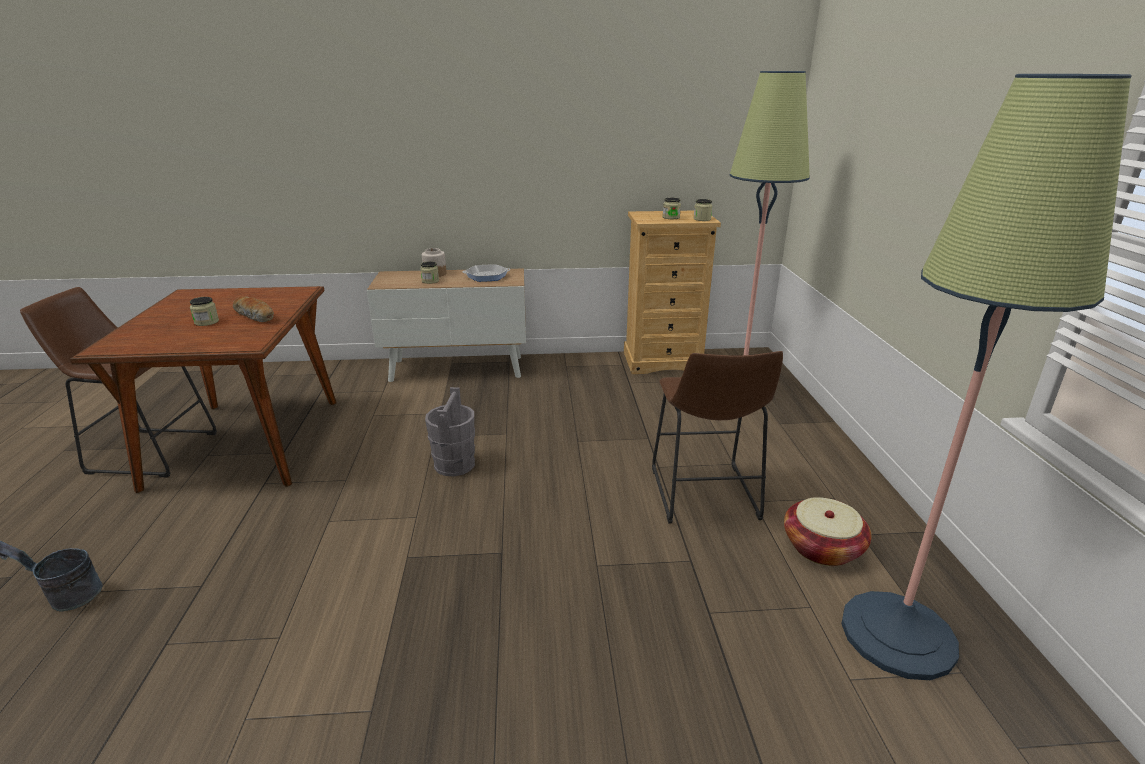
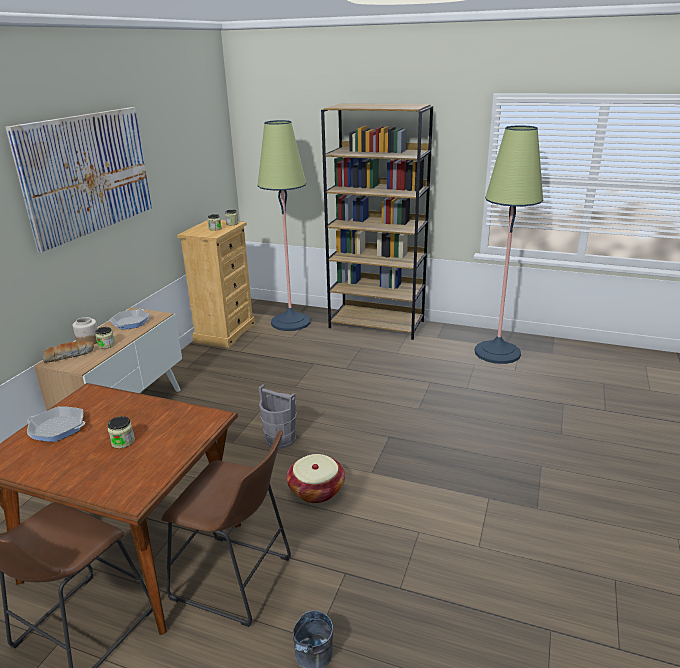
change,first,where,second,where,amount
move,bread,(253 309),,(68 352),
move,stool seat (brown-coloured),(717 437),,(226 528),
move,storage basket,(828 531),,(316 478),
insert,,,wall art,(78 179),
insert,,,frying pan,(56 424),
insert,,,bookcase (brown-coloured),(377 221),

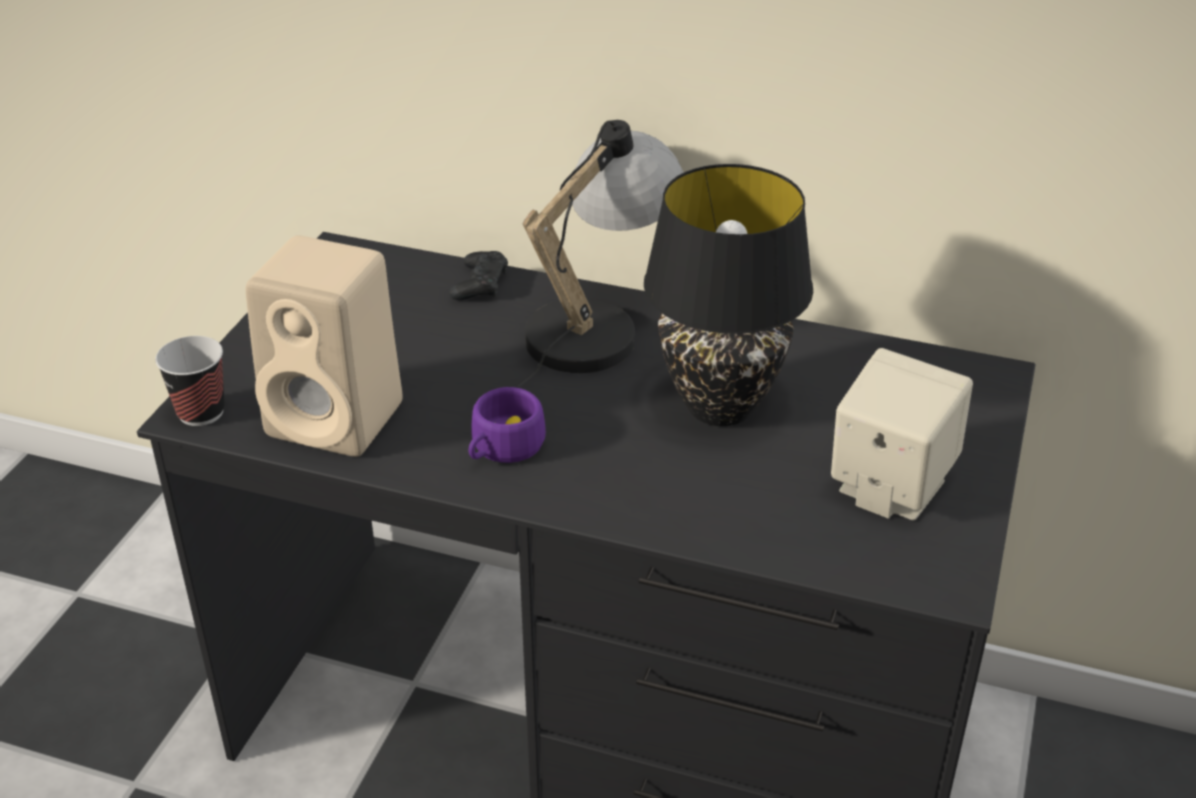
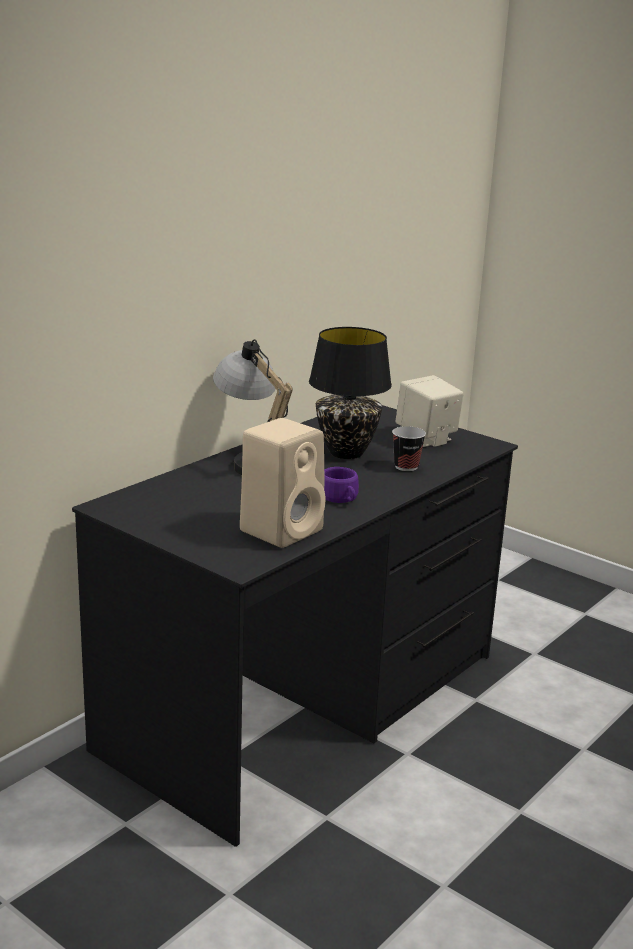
change,first,where,second,where,amount
move,small cup,(190 381),,(409 448),
delete,joypad (blackish),(478 275),,,

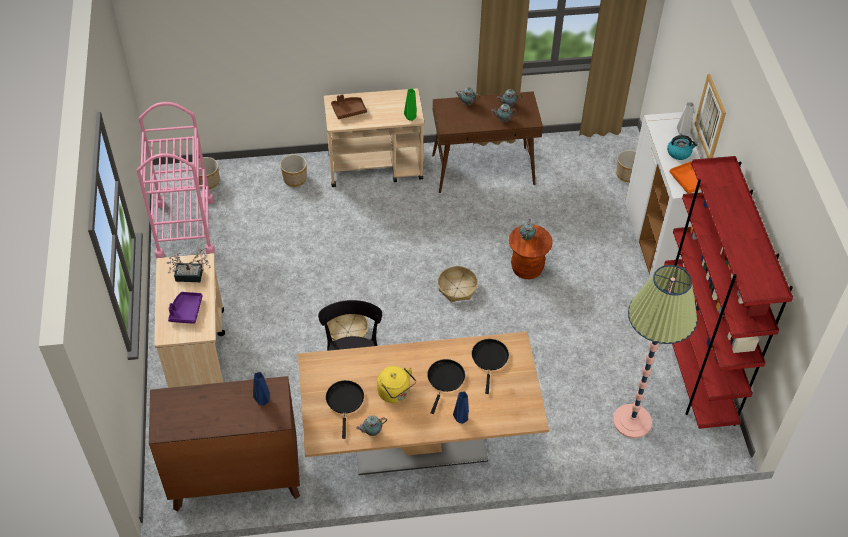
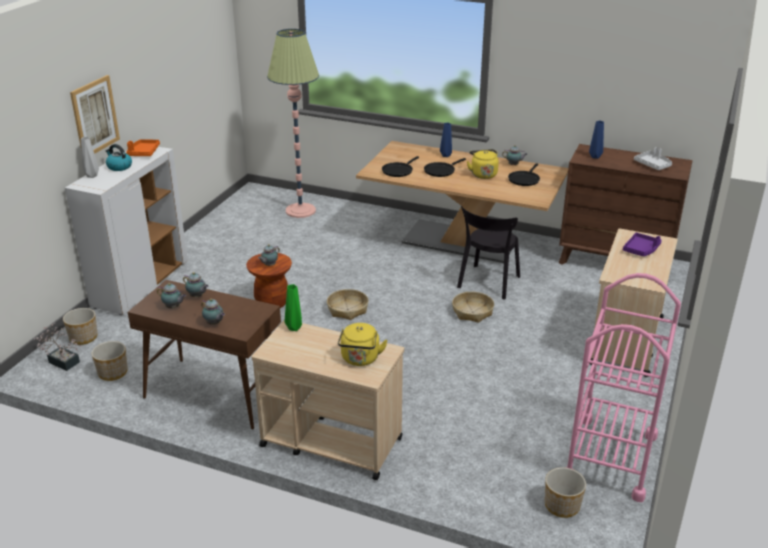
change,first,where,second,where,amount
move,potted plant,(188 264),,(58 347),
move,planter,(293 170),,(109 361),
replace,tray (brown-coloured),(349 106),water kettle (yellow-coloured),(363 344),
delete,bookcase (red-coloured),(728 292),,,
insert,,,tray (gray),(653 158),

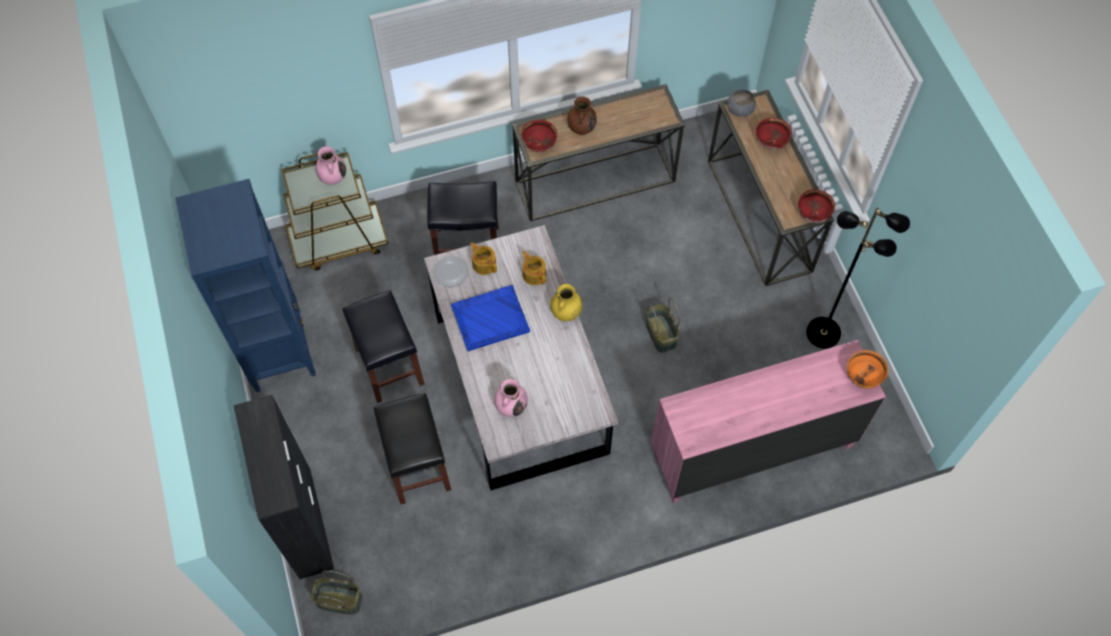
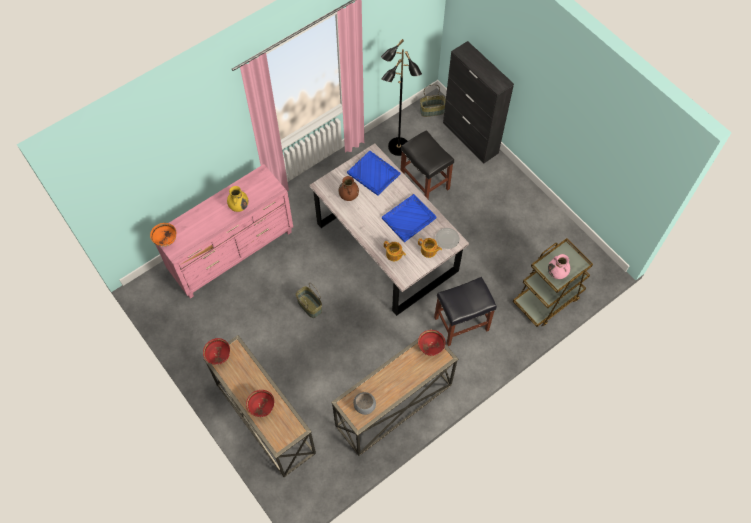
change,first,where,second,where,amount
delete,bookcase (blue),(245 285),,,
delete,stool seat (blackish),(384 346),,,
replace,decorative vase (pink-coloured),(511 398),tray (blue),(374 173),
move,decorative vase (yellow-coloured),(566 302),,(238 199),
move,decorative vase (brown-coloured),(582 115),,(348 188),
move,bowl (gray),(741 102),,(364 403),
move,floor lamp (blackish),(858 278),,(401 97),

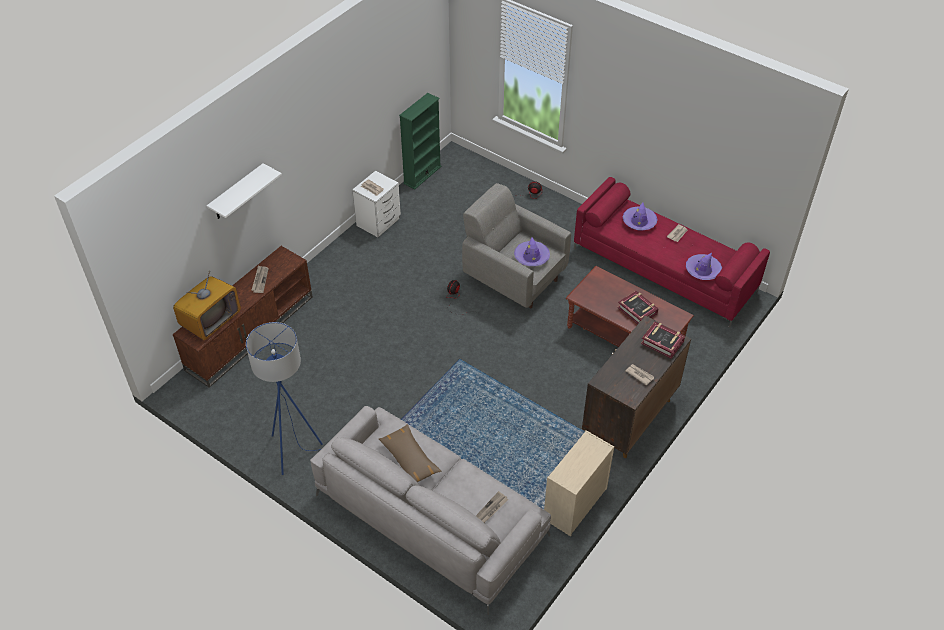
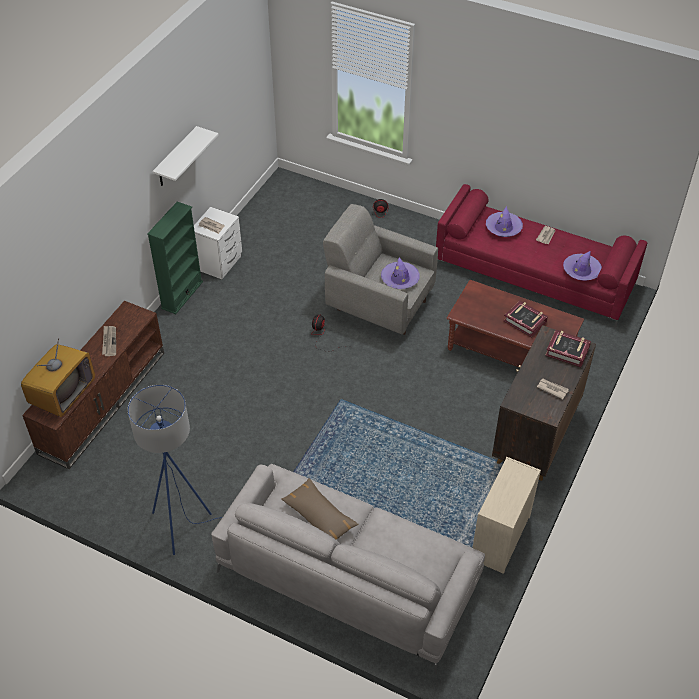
change,first,where,second,where,amount
move,shelf (white),(244 191),,(186 156),
move,bookcase (greenish),(420 141),,(175 257),
delete,printed paper,(492 507),,,

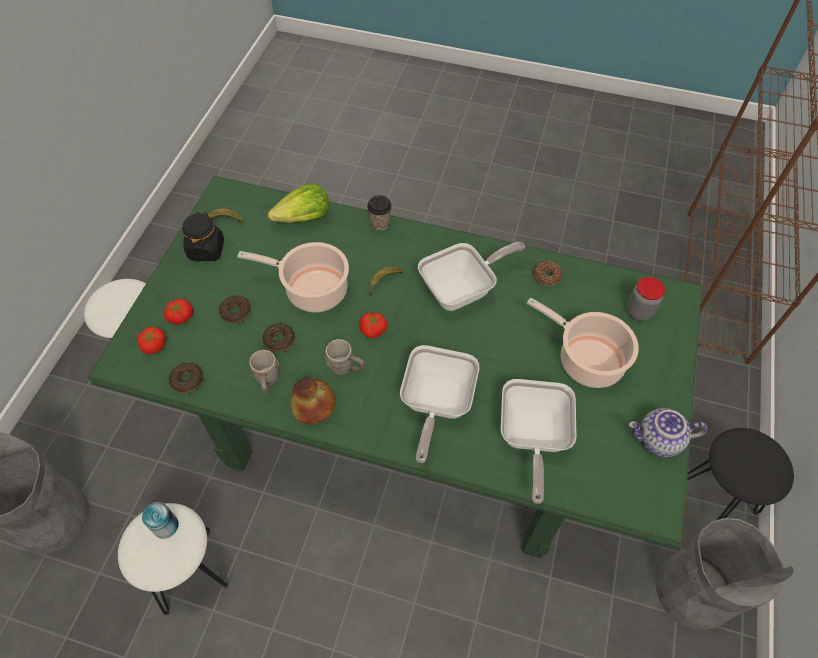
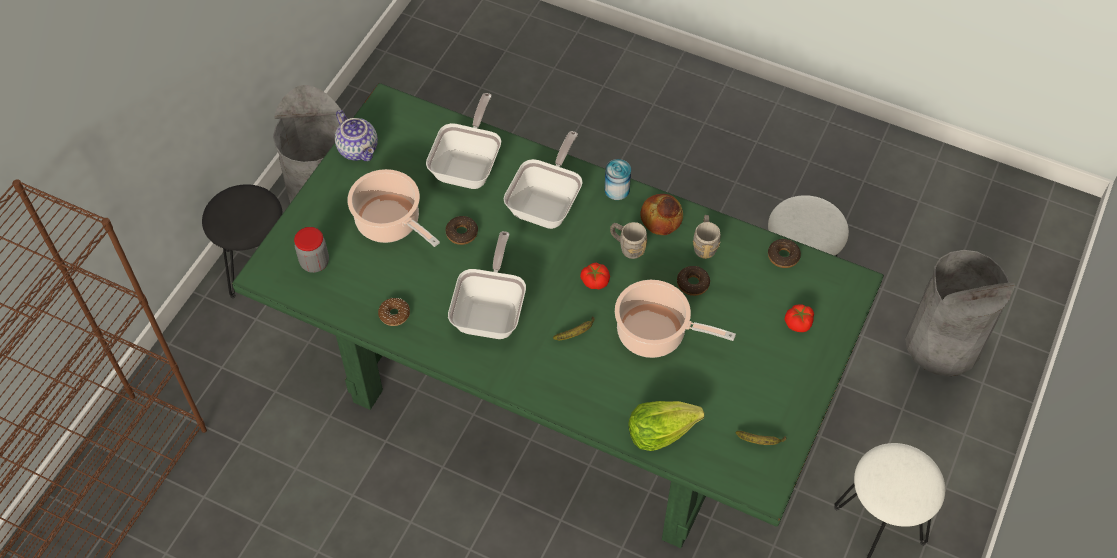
change,first,where,second,where,amount
delete,tomato,(151 341),,,
move,sealed can,(160 520),,(617 179),
delete,jar (blackish),(203 236),,,
move,donut,(235 309),,(461 230),
delete,small cup,(379 212),,,
rotate,frying pan,(471 276),,(487 285),120 degrees clockwise
rotate,tea pot,(668 433),,(356 135),45 degrees clockwise

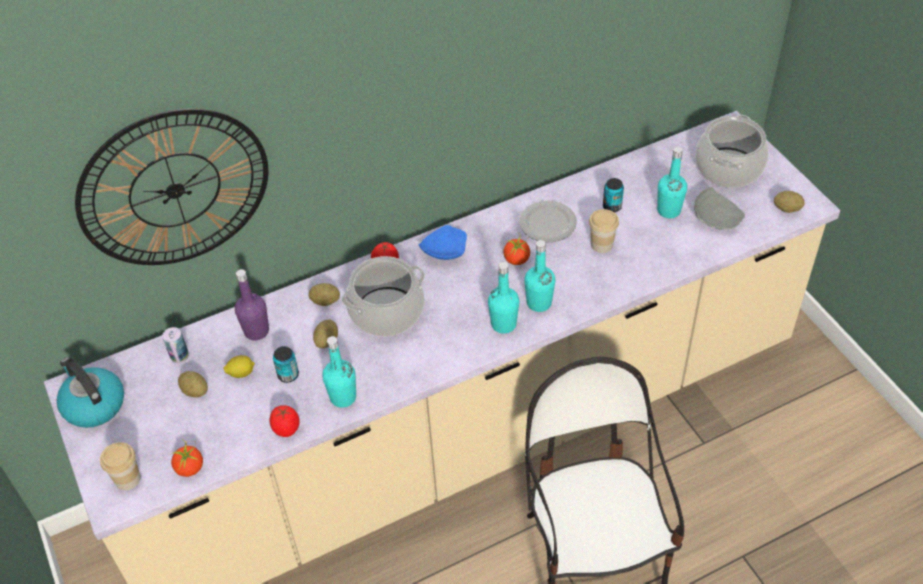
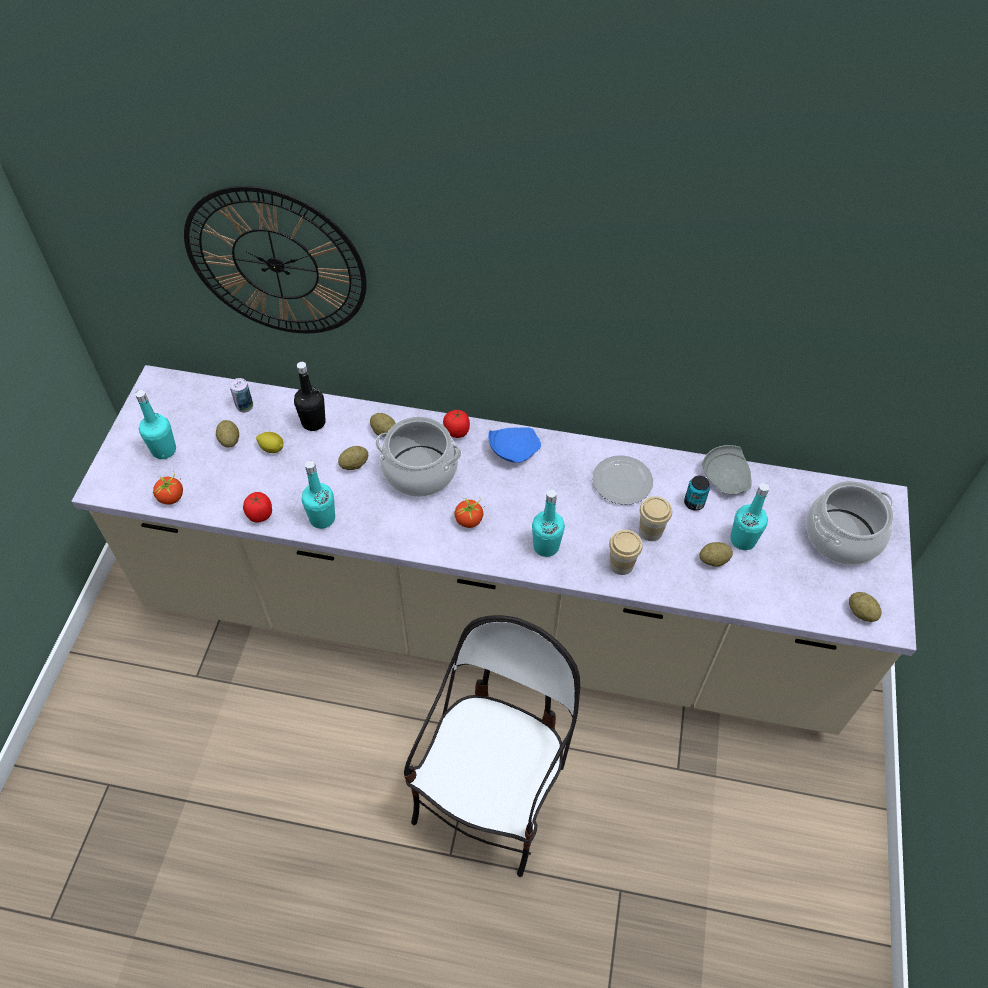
change,first,where,second,where,amount
delete,water kettle,(90 392),,,
move,small cup,(120 466),,(626 552),
recolor,drink bottle (purple),(252 304),drink bottle (blackish),(310 396),
delete,sealed can,(286 364),,,
move,drink bottle (turquoise),(503 298),,(155 424),
move,tomato,(516 249),,(469 513),
move,plate (gray),(719 208),,(727 469),
insert,,,whole potato,(716 554),

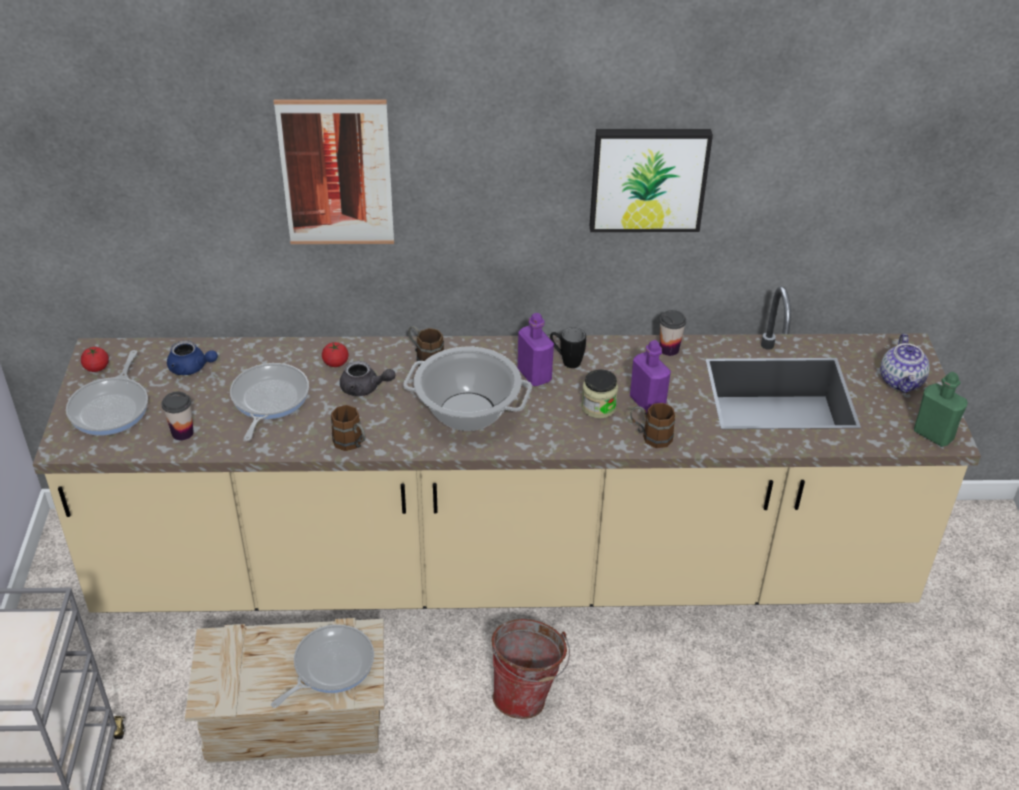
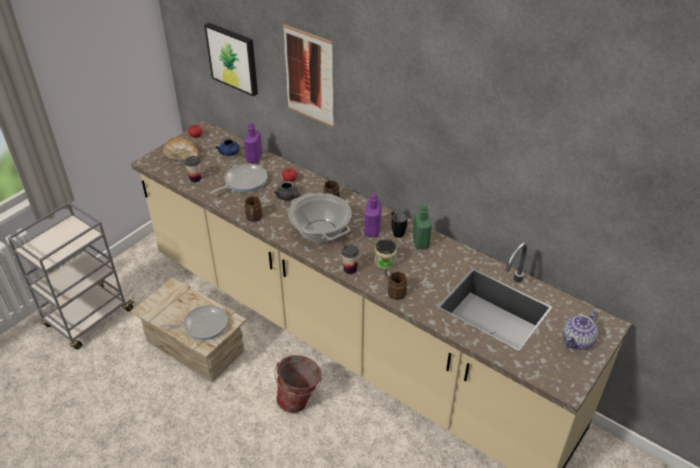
change,first,where,second,where,amount
replace,frying pan,(107 393),bread,(181 149),
move,wall art,(651 180),,(231 60),
move,drink bottle (purple),(650 376),,(253 142),
move,small cup,(673 333),,(350 259),
move,drink bottle (greenish),(941 409),,(422 227),

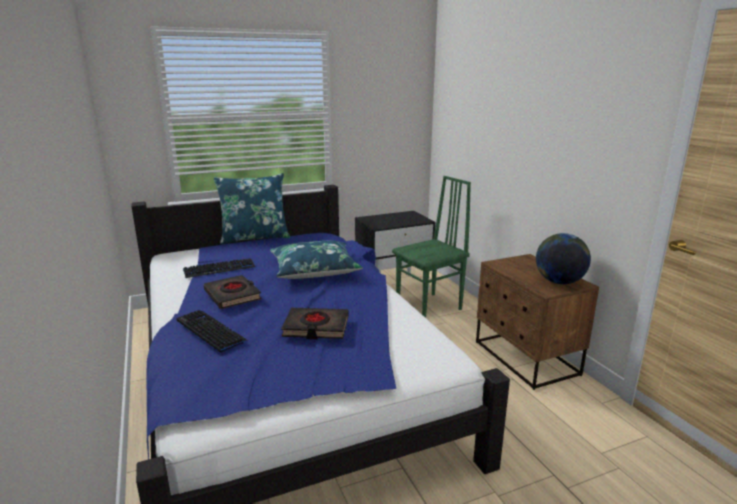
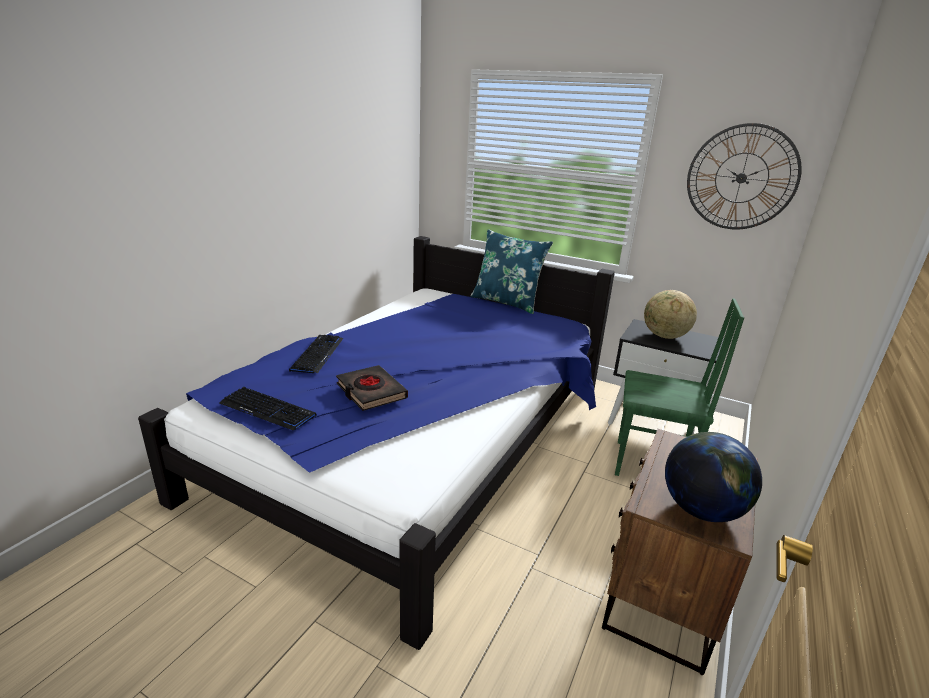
change,first,where,second,where,amount
move,computer keyboard,(219 268),,(268 408),
delete,book (blackish),(232 292),,,
delete,pillow (blue),(316 259),,,
insert,,,desk globe,(670 314),
insert,,,clock on the wall,(744 176),

